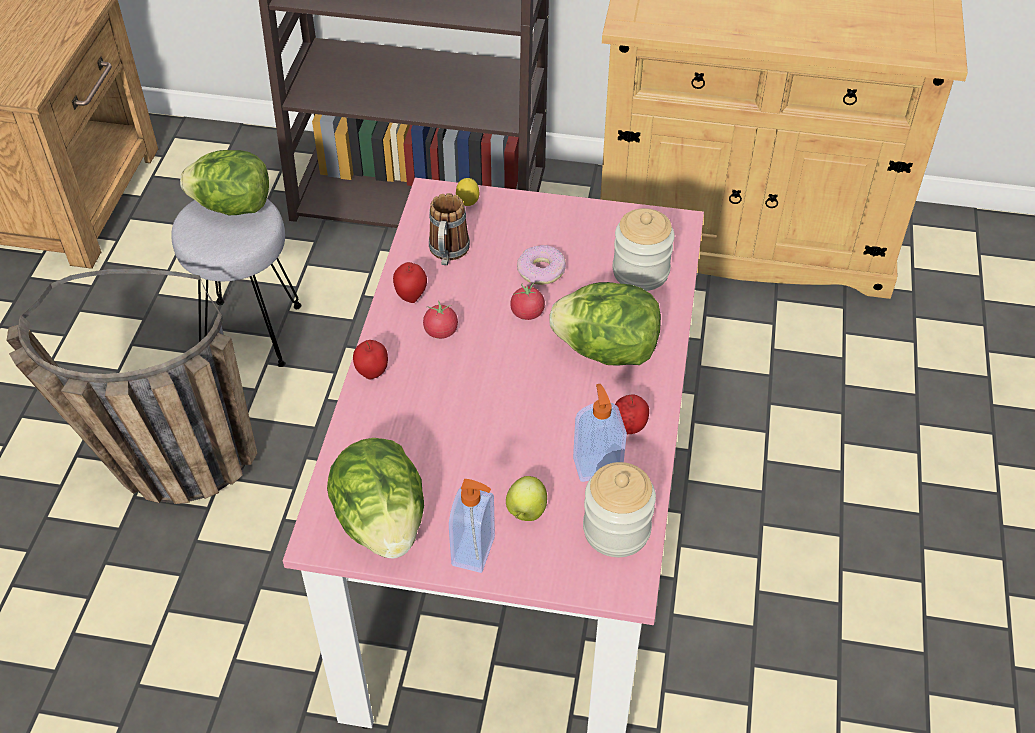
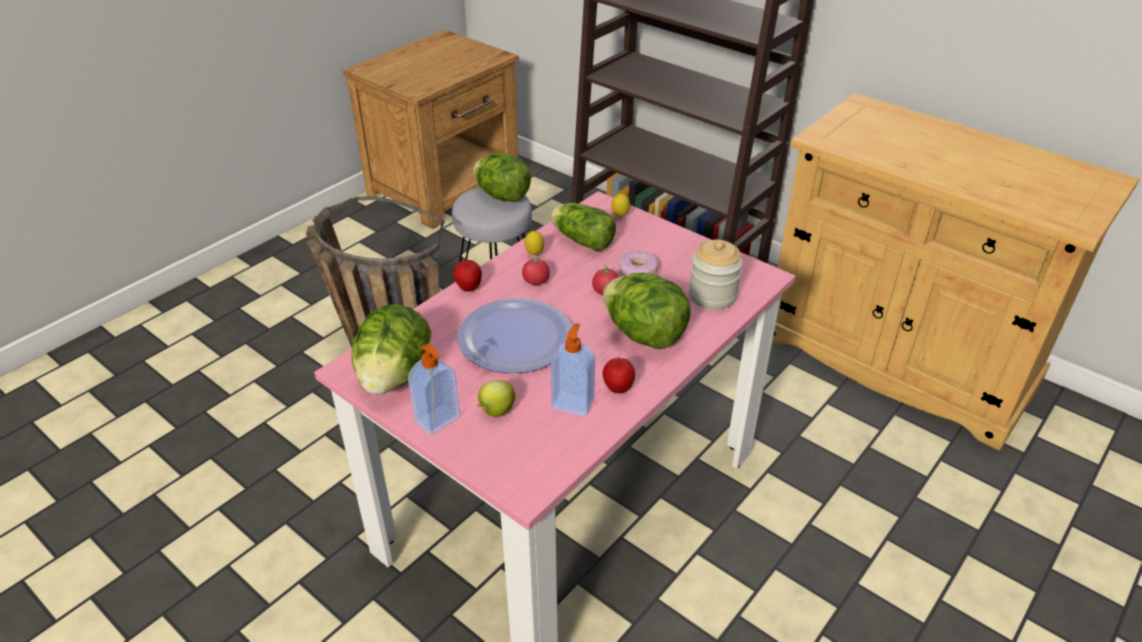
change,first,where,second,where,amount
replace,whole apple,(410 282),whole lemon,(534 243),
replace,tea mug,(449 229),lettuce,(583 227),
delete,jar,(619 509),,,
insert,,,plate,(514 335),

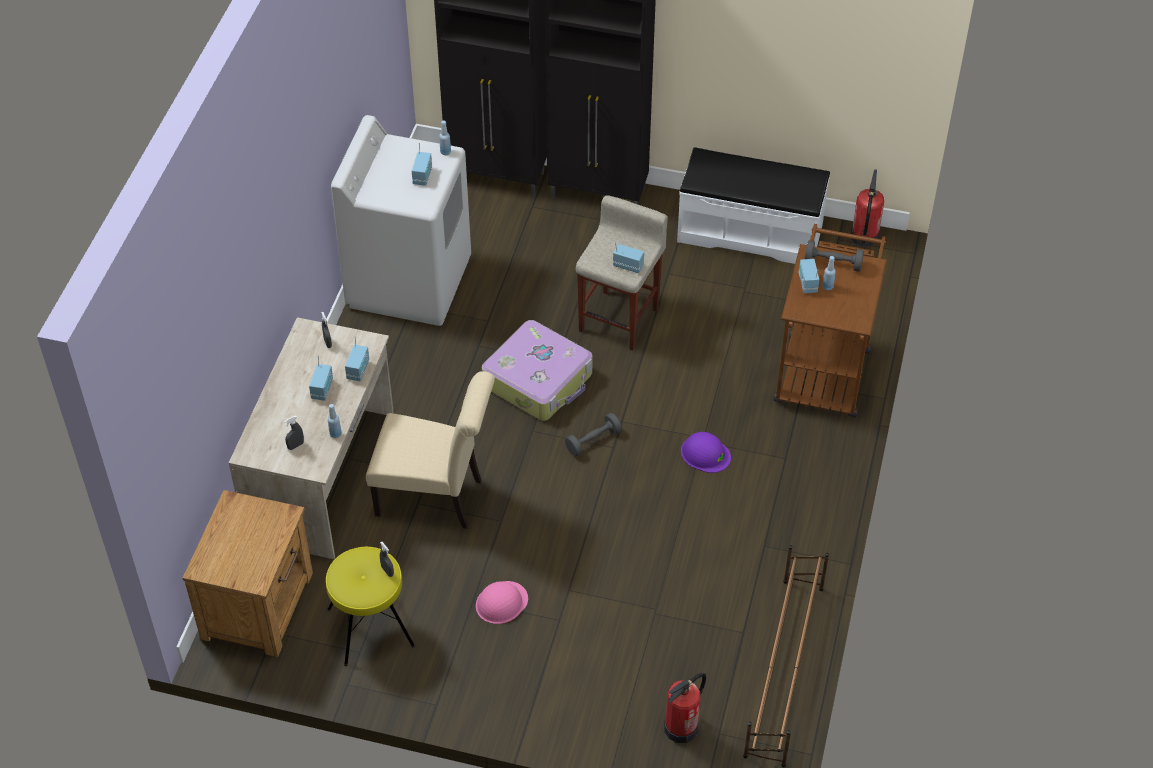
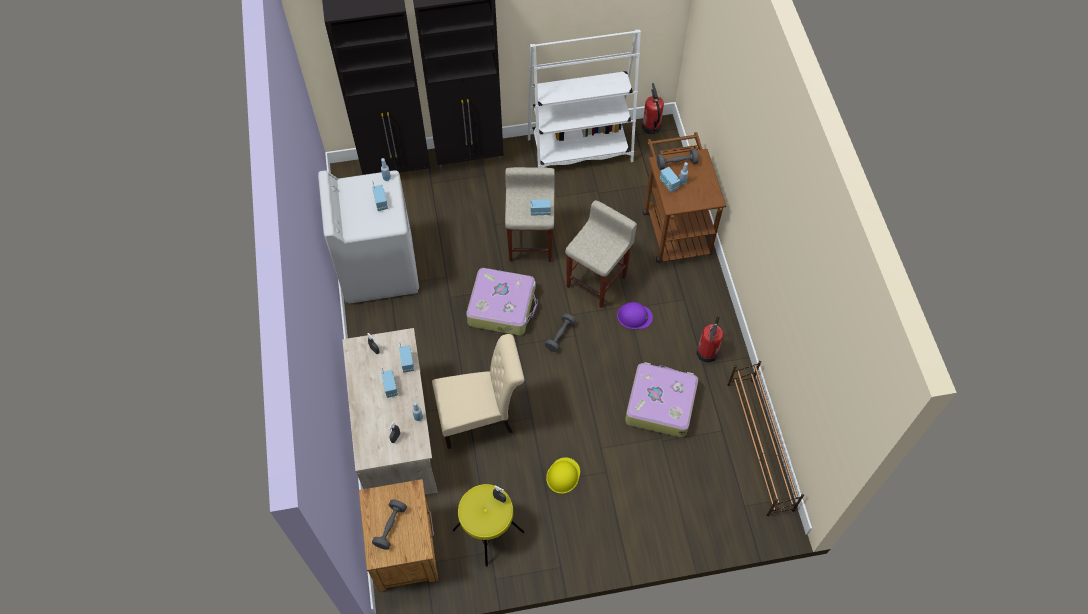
change,first,where,second,where,amount
recolor,work helmet (pink-coloured),(502 602),work helmet (yellow-coloured),(563 475),
move,extinguisher,(685 708),,(710 339),
replace,bench (white),(753 205),bookcase (white),(584 99),
insert,,,hand weight (gray),(389 524),
insert,,,stool seat (sand-coloured),(601 254),
insert,,,suitcase,(661 399),

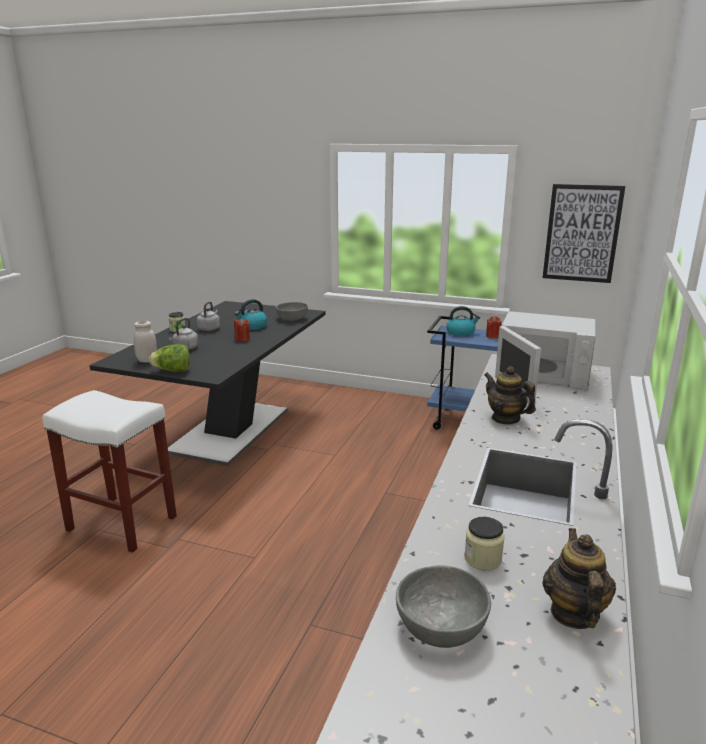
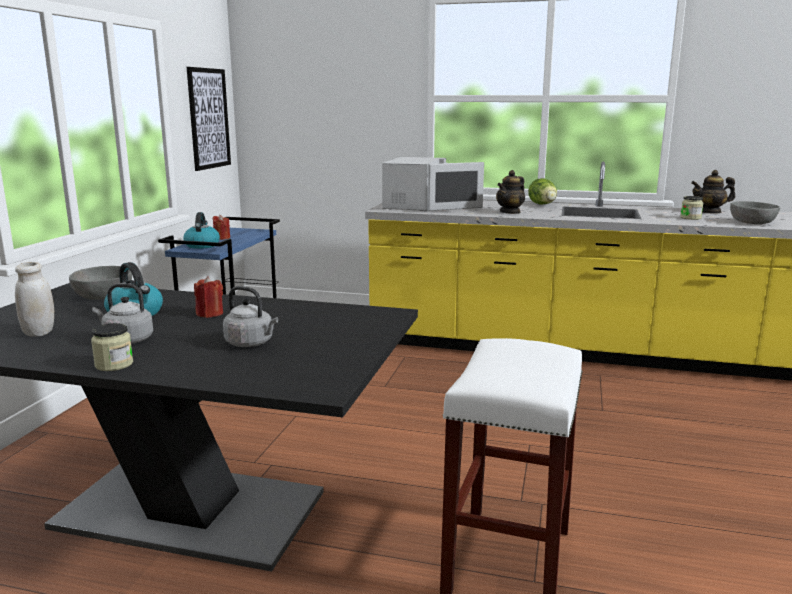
change,first,where,second,where,amount
move,jar (white),(145 341),,(34 299),
move,lettuce,(169 358),,(542 191),

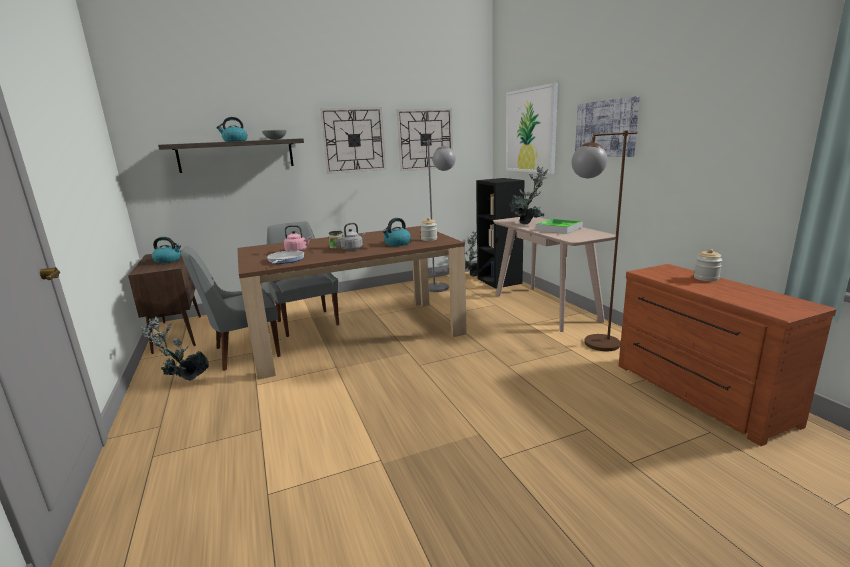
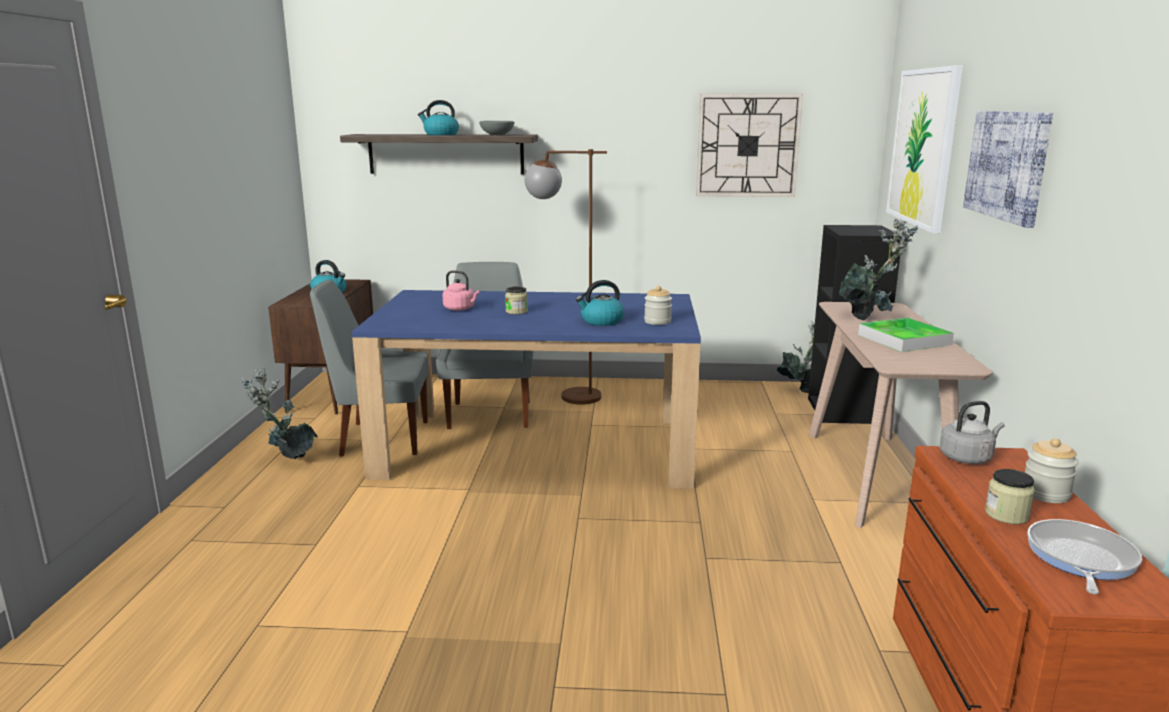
change,first,where,second,where,amount
recolor,dining table (brown-coloured),(352 303),dining table (blue),(526 389),
move,frying pan,(285 257),,(1084 556),
delete,clock on the wall,(353 140),,,
move,water kettle (gray),(353 237),,(972 432),
delete,floor lamp (gray),(439 216),,,
move,floor lamp (brown-coloured),(604 240),,(566 277),
insert,,,jar,(1010 496),

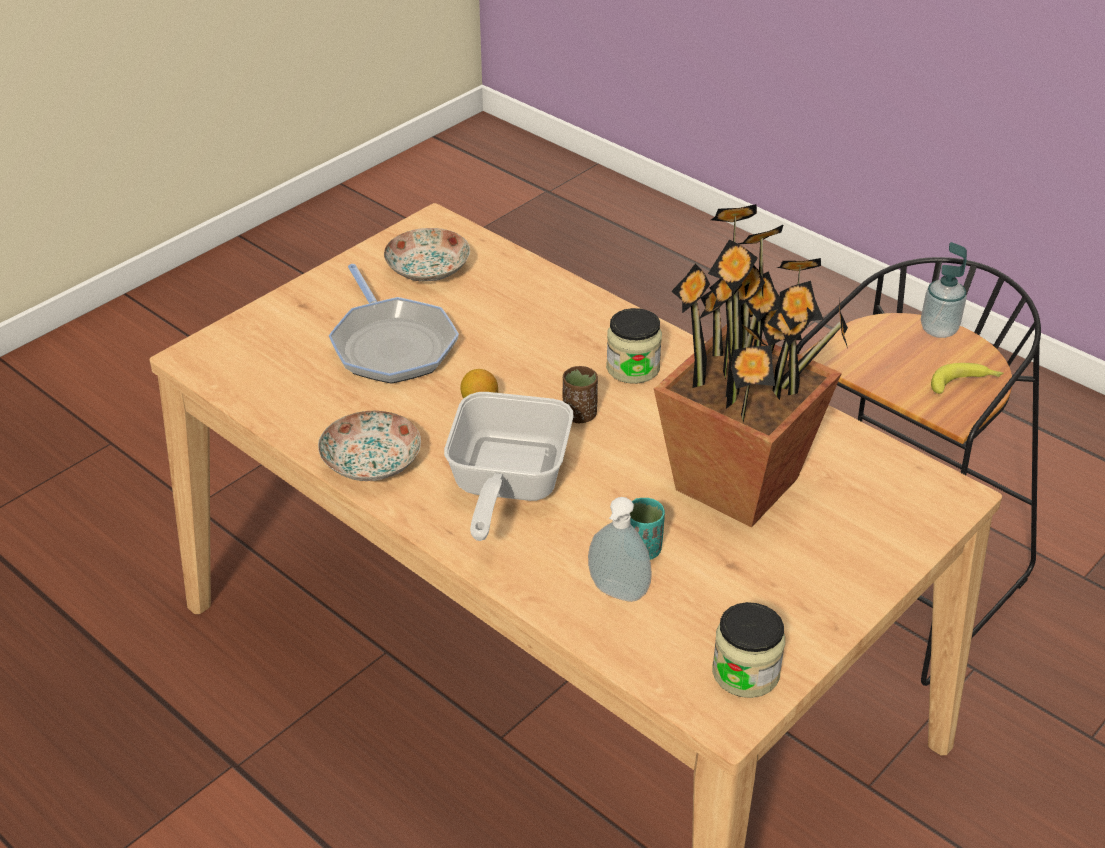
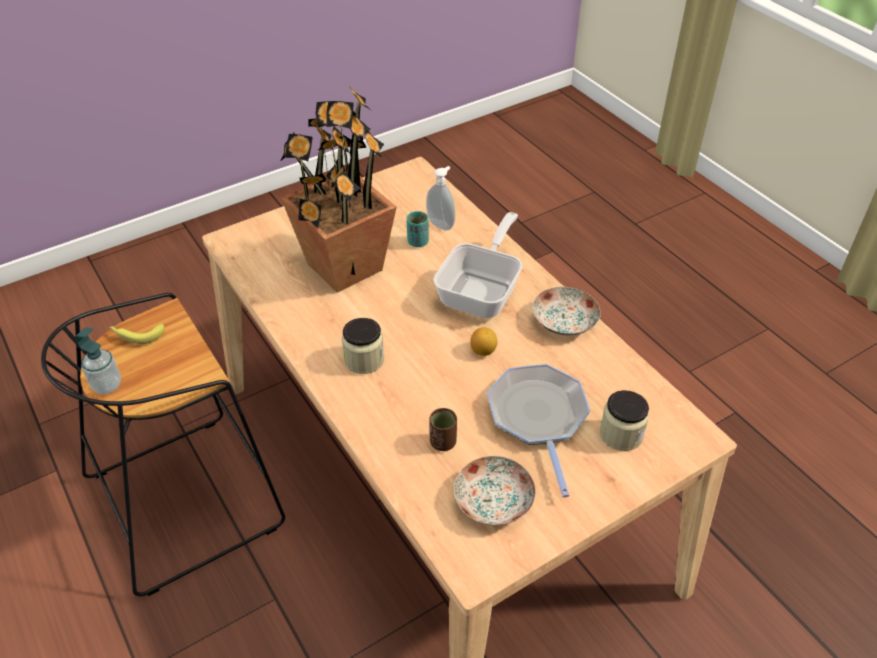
change,first,where,second,where,amount
move,small cup (brown-coloured),(580 394),,(443 429),
move,jar,(748 650),,(624 420),

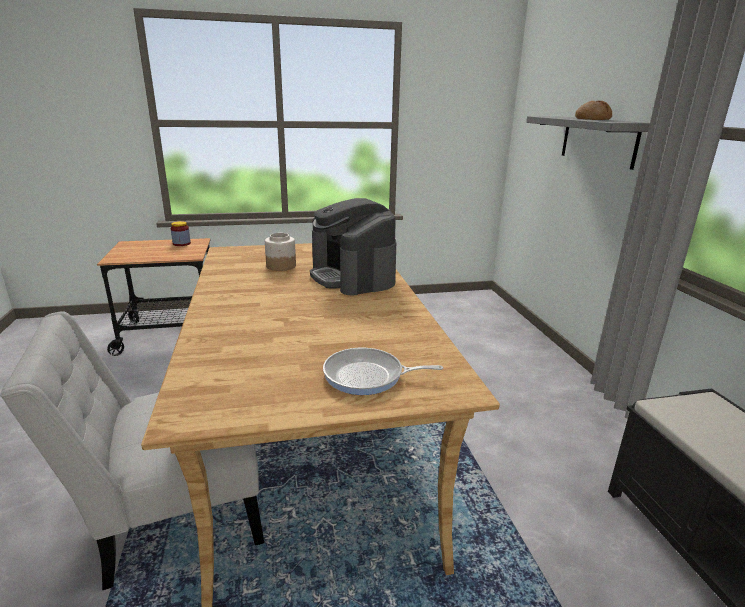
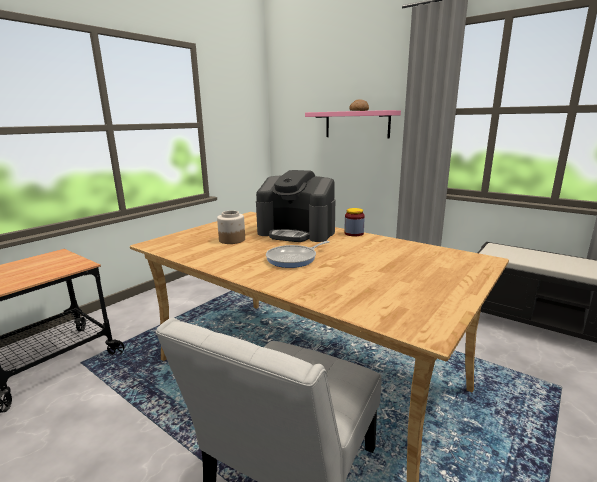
change,first,where,second,where,amount
move,jar,(181 233),,(354 222),
move,frying pan,(383 371),,(297 254),
recolor,shelf (gray),(588 143),shelf (pink-coloured),(353 124),

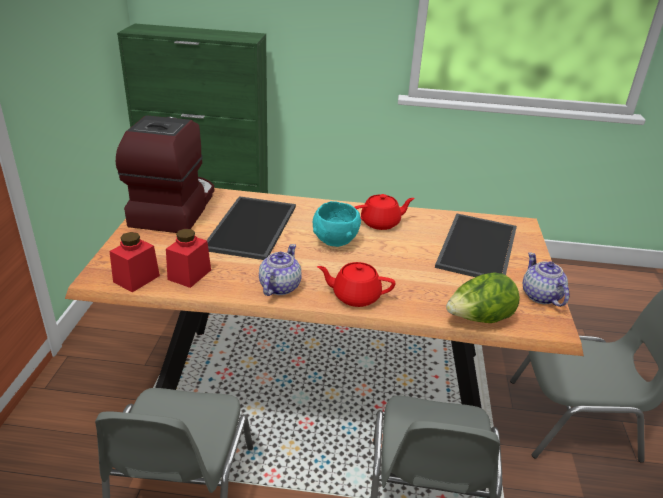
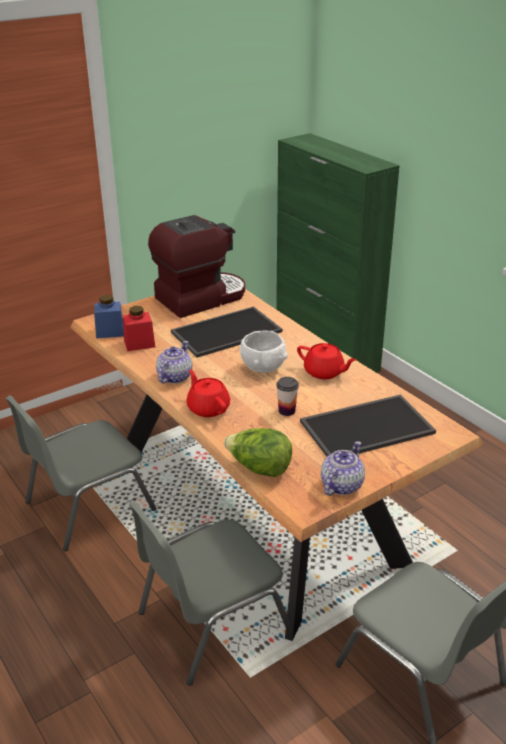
change,first,where,second,where,amount
recolor,jar (red-coloured),(135 262),jar (blue),(109 317),
rotate,tea pot,(280 270),,(174 362),45 degrees counterclockwise
recolor,bowl (turquoise),(337 224),bowl (white),(264 351),
insert,,,small cup,(287 396),

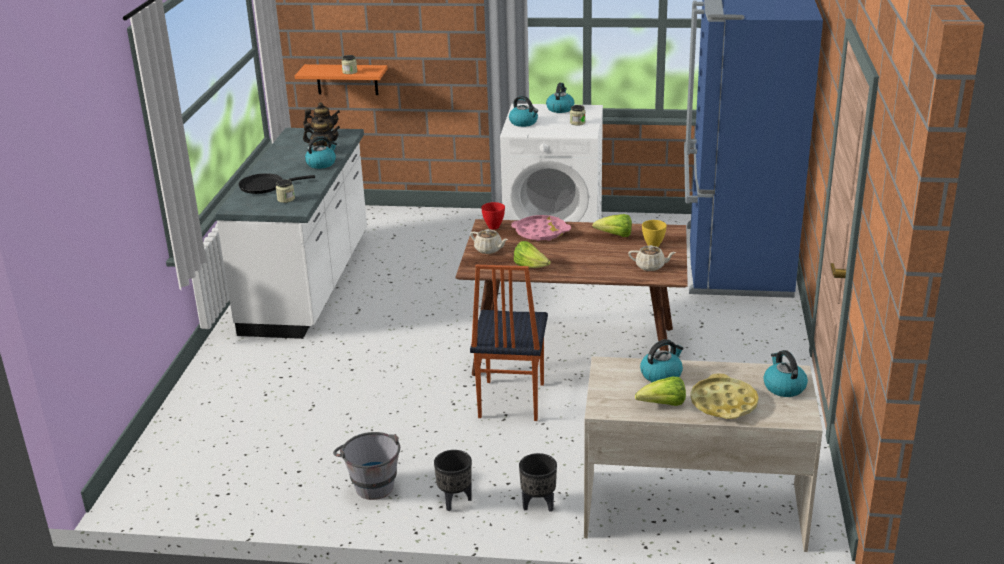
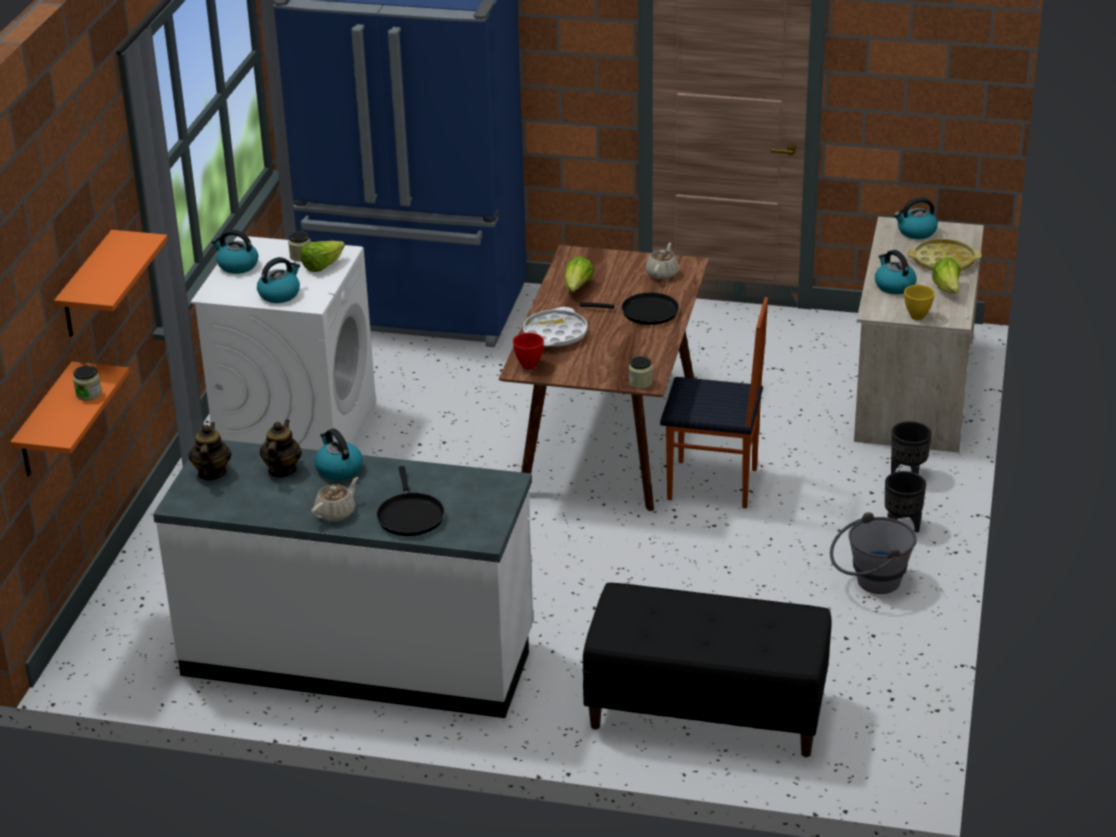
change,first,where,second,where,amount
move,jar,(285 191),,(640 372),
move,tea pot (sand-coloured),(489 241),,(334 499),
recolor,tray (pink-coloured),(541 228),tray (white),(555 327),
move,lettuce,(532 254),,(322 256),
move,bowl (yellow-coloured),(654 233),,(919 302),
insert,,,shelf (orange-coloured),(111 283),
insert,,,frying pan (blackish),(629 308),
insert,,,bench (blackish),(707 670),

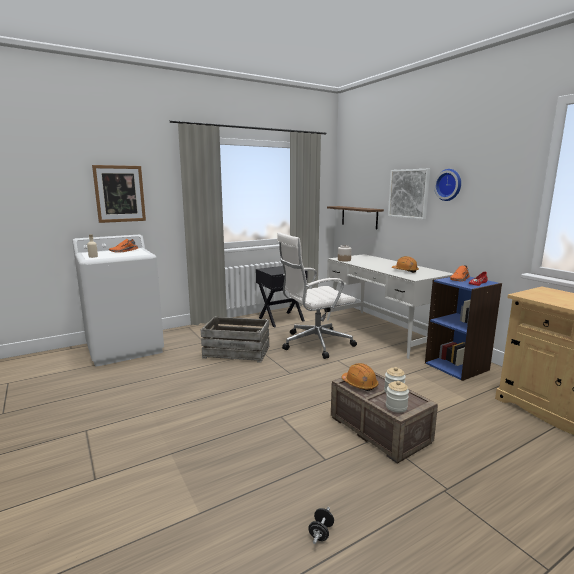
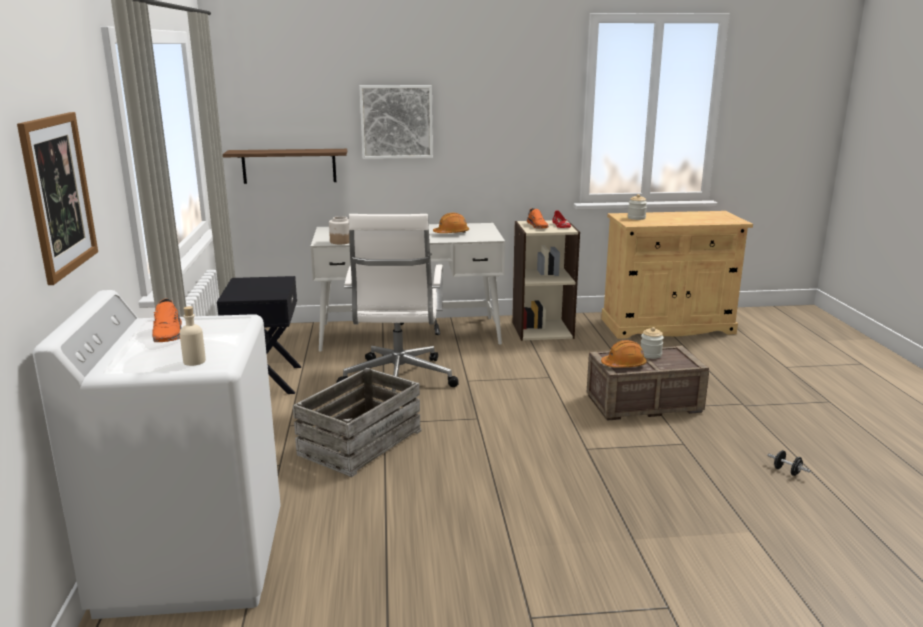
change,first,where,second,where,amount
move,jar,(397 397),,(637 207),
recolor,bookcase (blue),(463 328),bookcase (sand-coloured),(546 280),
delete,clock on the wall,(447 185),,,

